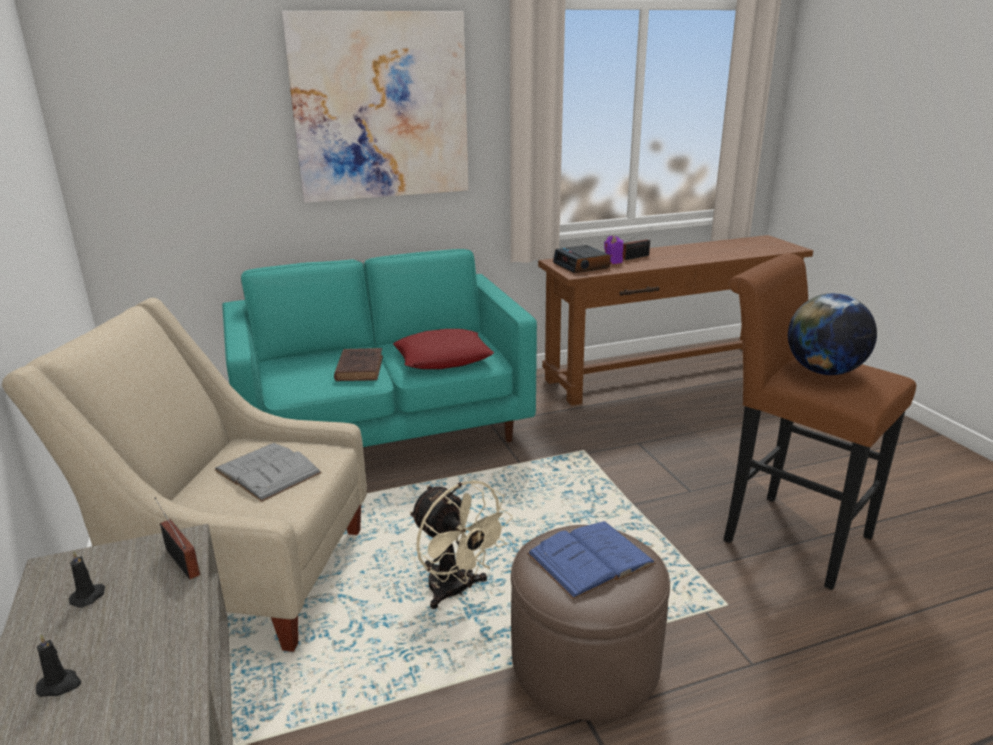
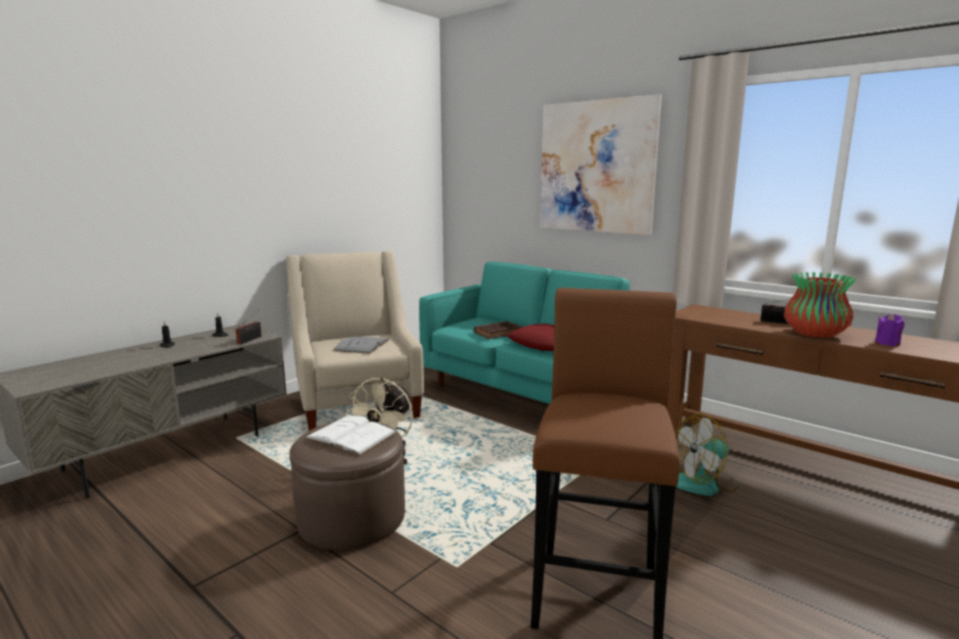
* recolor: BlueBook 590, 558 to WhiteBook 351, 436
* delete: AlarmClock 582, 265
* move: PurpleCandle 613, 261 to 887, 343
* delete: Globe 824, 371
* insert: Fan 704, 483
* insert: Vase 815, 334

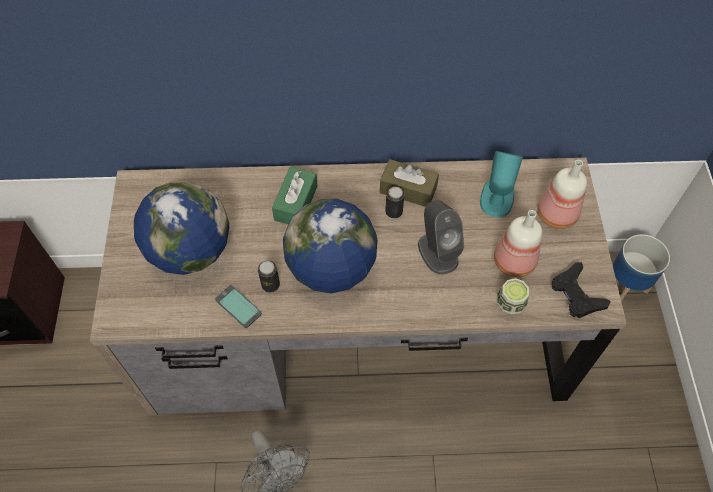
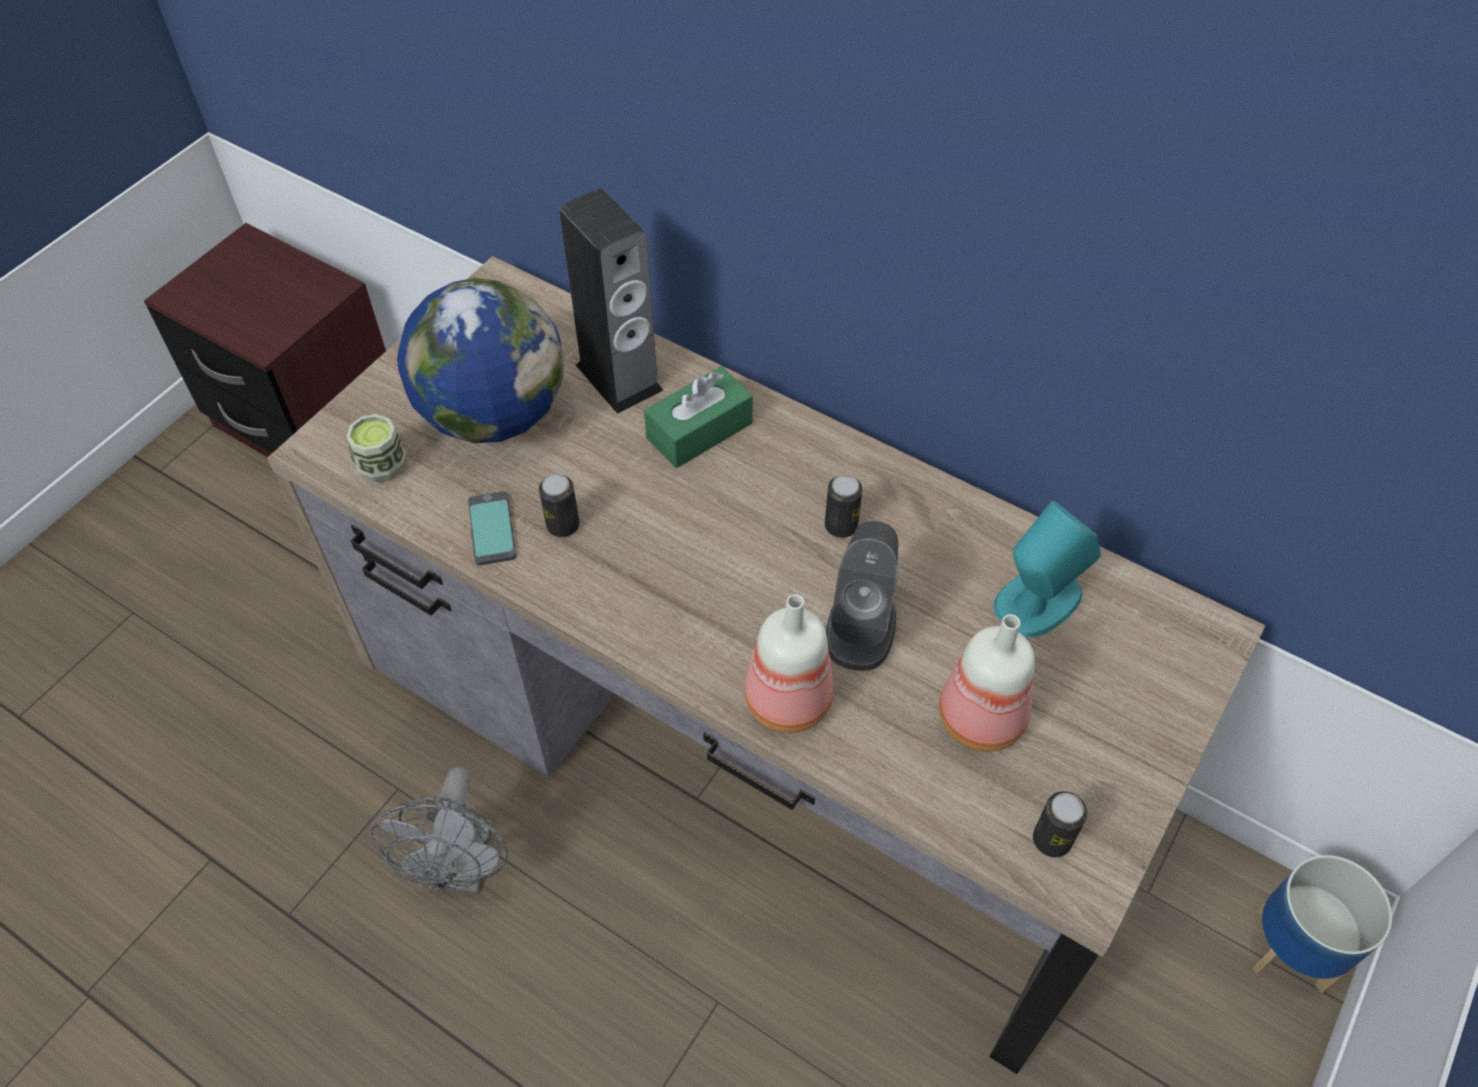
* delete: Globe 331, 269
* delete: BrownTissueBox 408, 190
* move: Cup 510, 304 to 382, 466
* move: Bottle 557, 216 to 787, 703
* replace: BlackGameController 576, 294 to Can 1051, 840
* insert: Speaker 619, 377

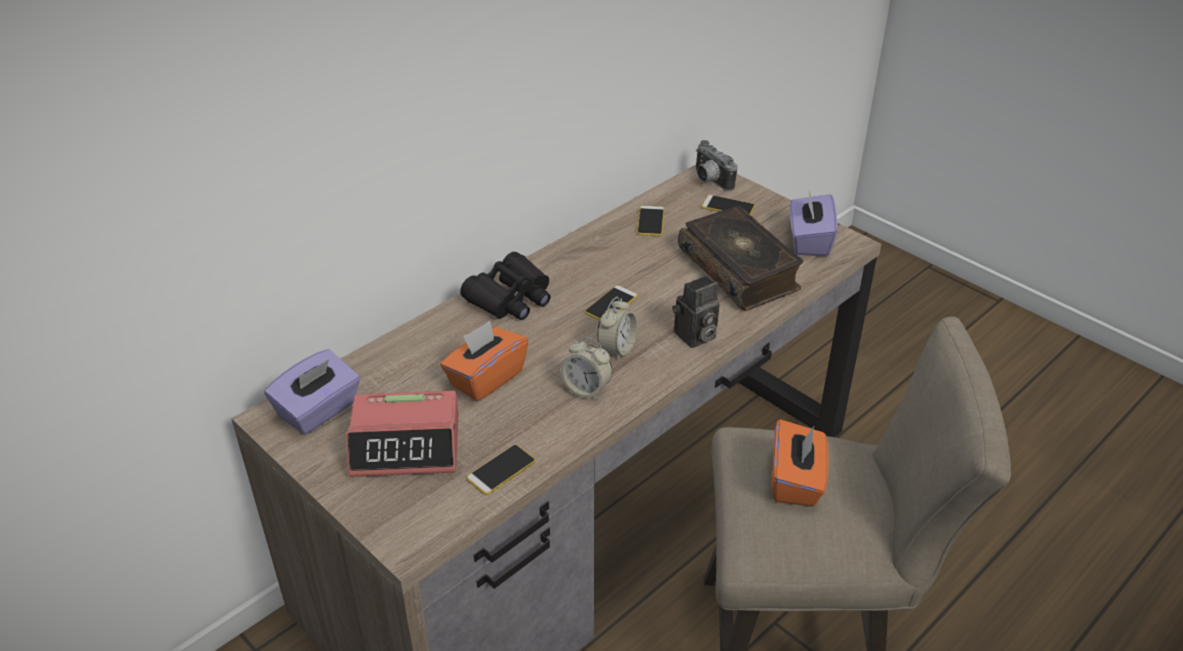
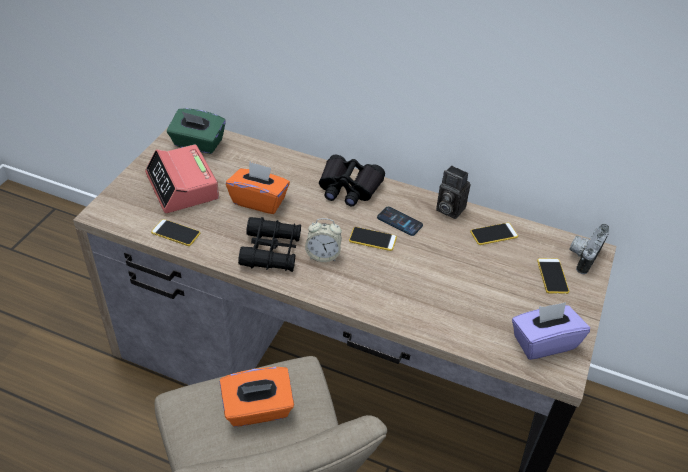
* recolor: PurpleTissueBox 319, 411 to GreenTissueBox 198, 144
* replace: AlarmClock 586, 389 to BlackBinoculars 271, 251
* move: PhotoCamera 694, 337 to 448, 209
* delete: Book 740, 270
* insert: Phone 399, 222

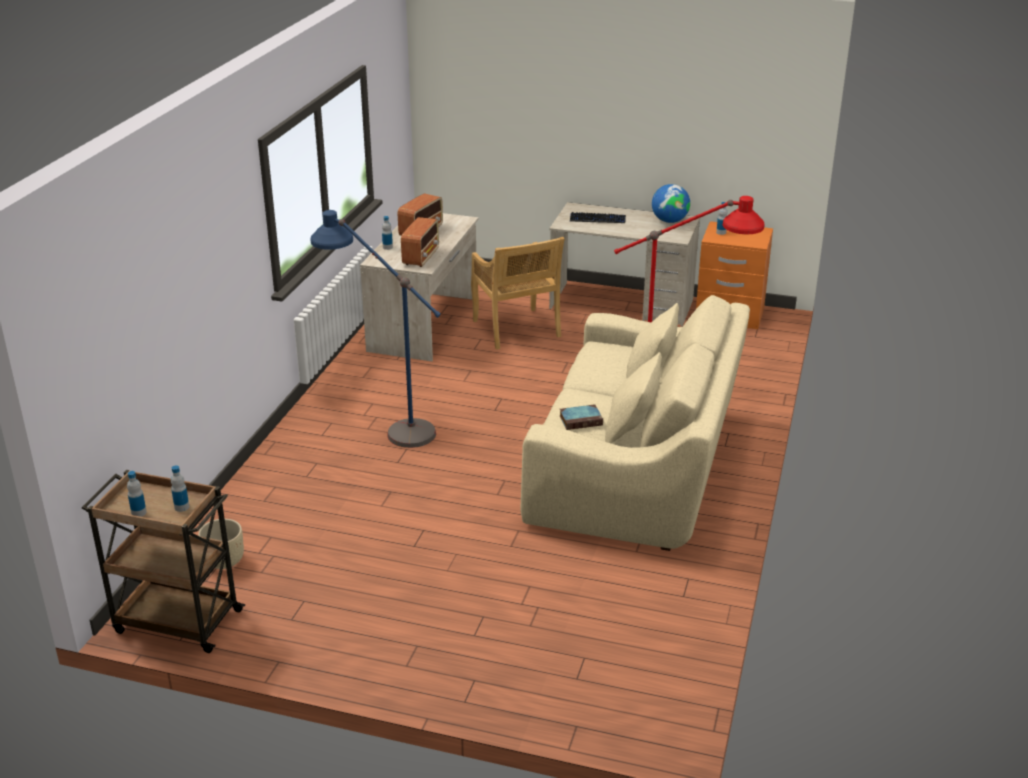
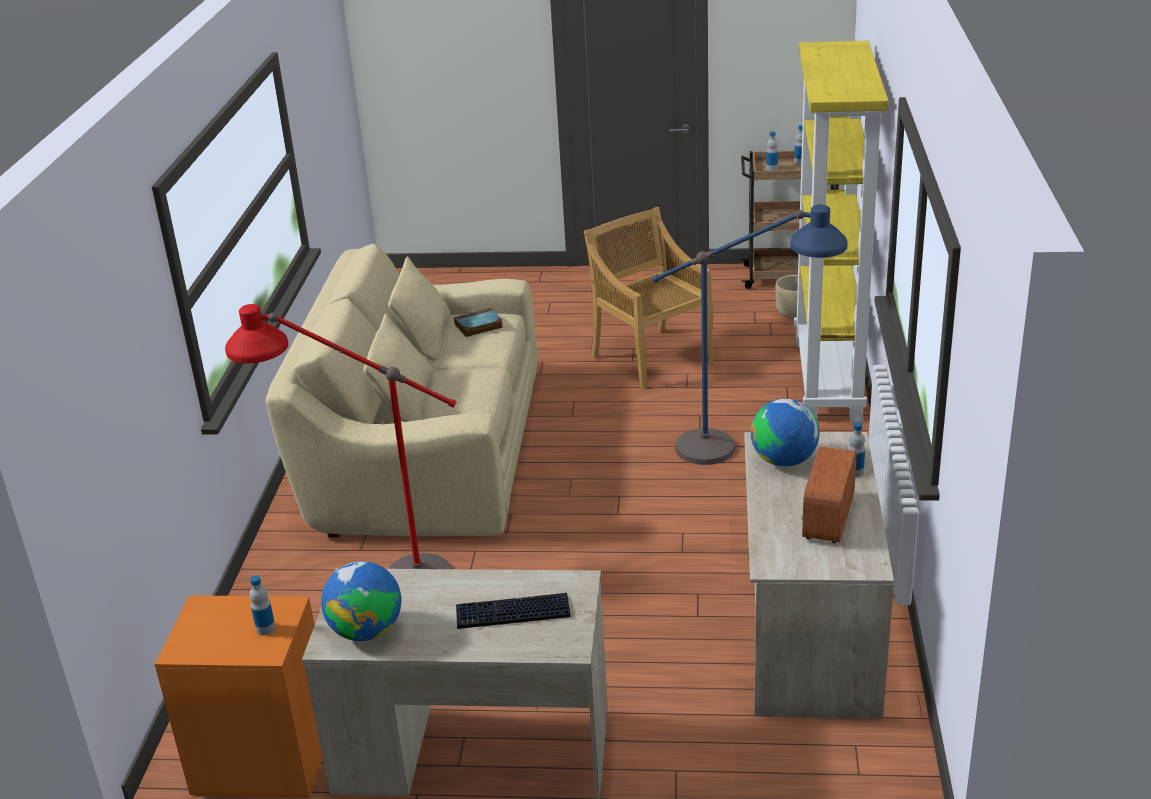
* replace: Radio 421, 257 to Globe 784, 461
* move: BeigeChair 516, 330 to 650, 357
* insert: YellowBookcase 829, 380

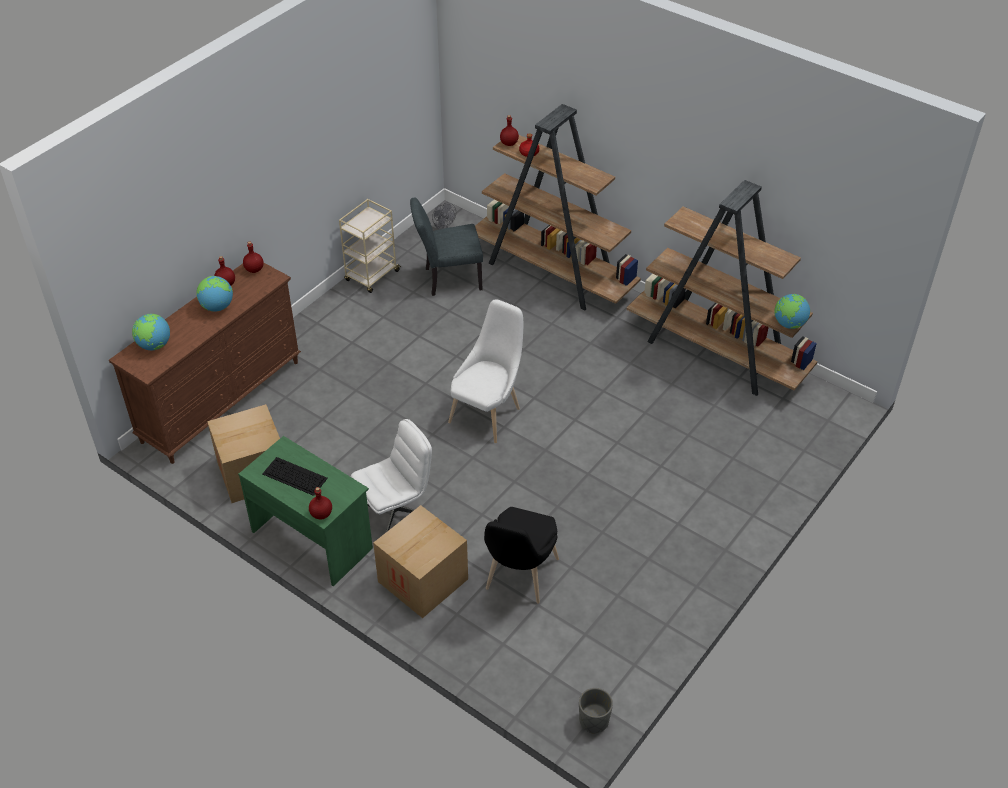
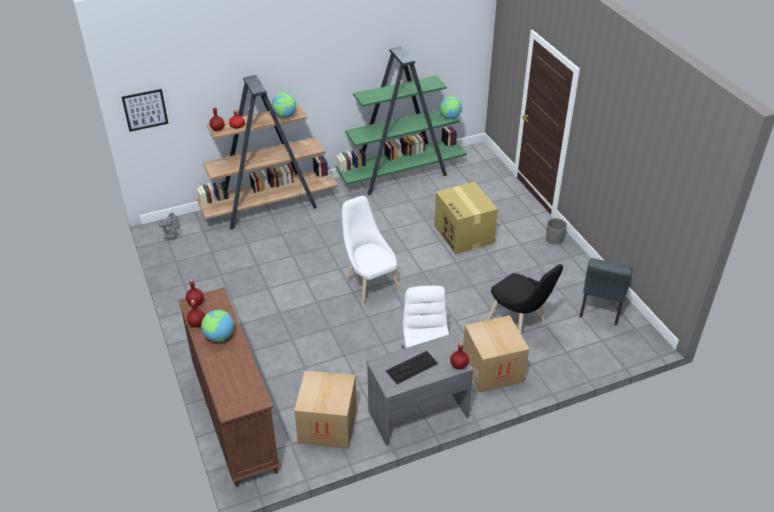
* move: Globe 154, 345 to 284, 116
* recolor: GreenDesk 312, 539 to GreyDesk 417, 413
* delete: BeigeCart 372, 276
* move: GreyChair 448, 279 to 600, 310
* move: GreyPlanter 593, 720 to 554, 239
* recolor: BrownBookcase 717, 354 to GreenBookcase 401, 174
* insert: Picture 145, 110
* insert: CardboardBox 464, 234

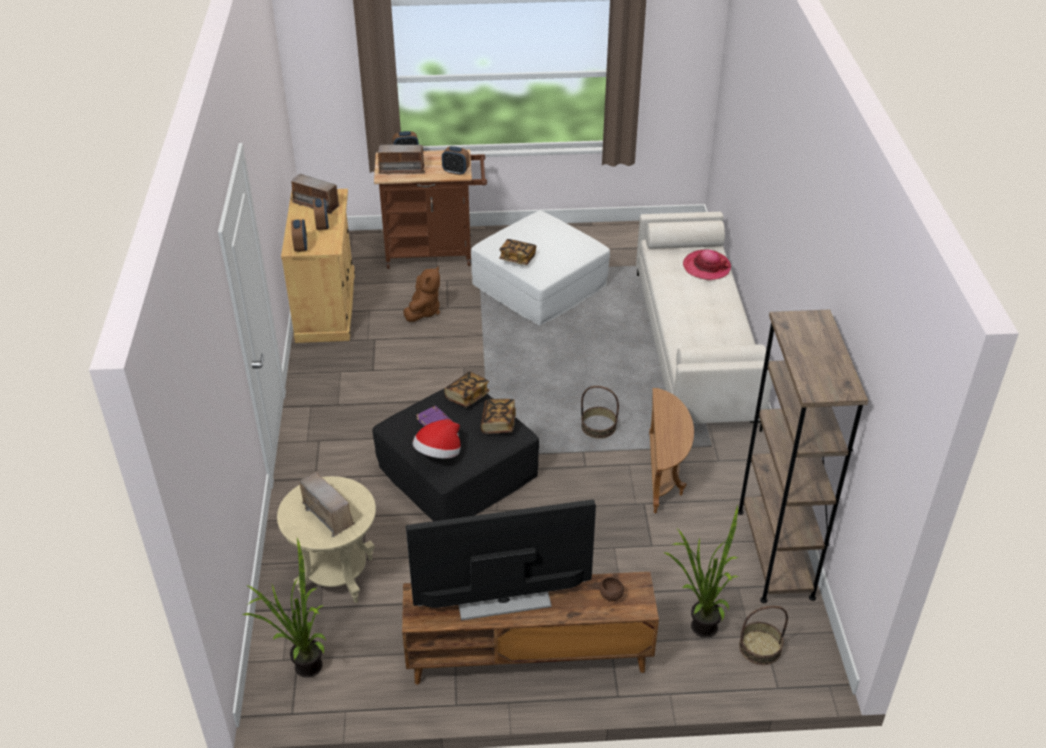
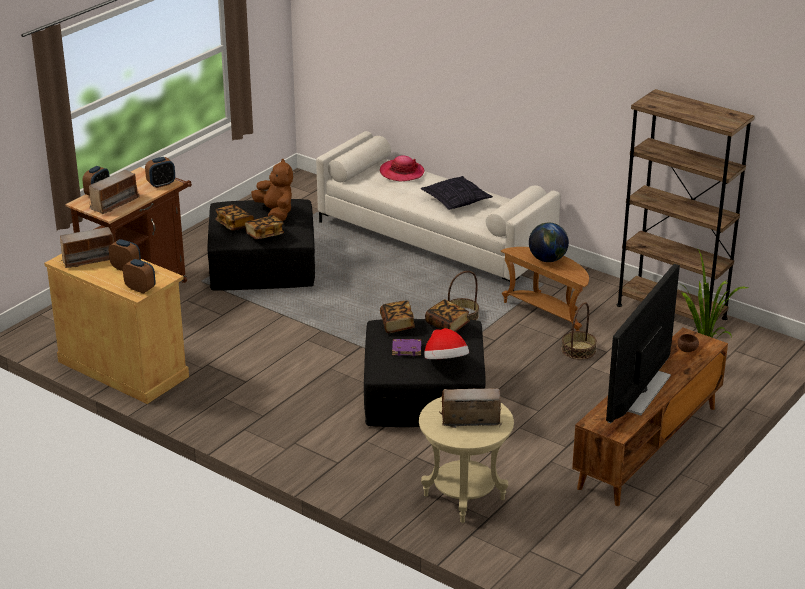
* delete: PottedPlant 302, 669
* move: BrownPlushToy 423, 311 to 276, 213
* recolor: WhiteOttoman 540, 285 to BlackOttoman 263, 264
* move: Basket 760, 647 to 578, 350
* insert: Book 234, 225
* insert: Pillow 455, 201
* insert: Globe 547, 259

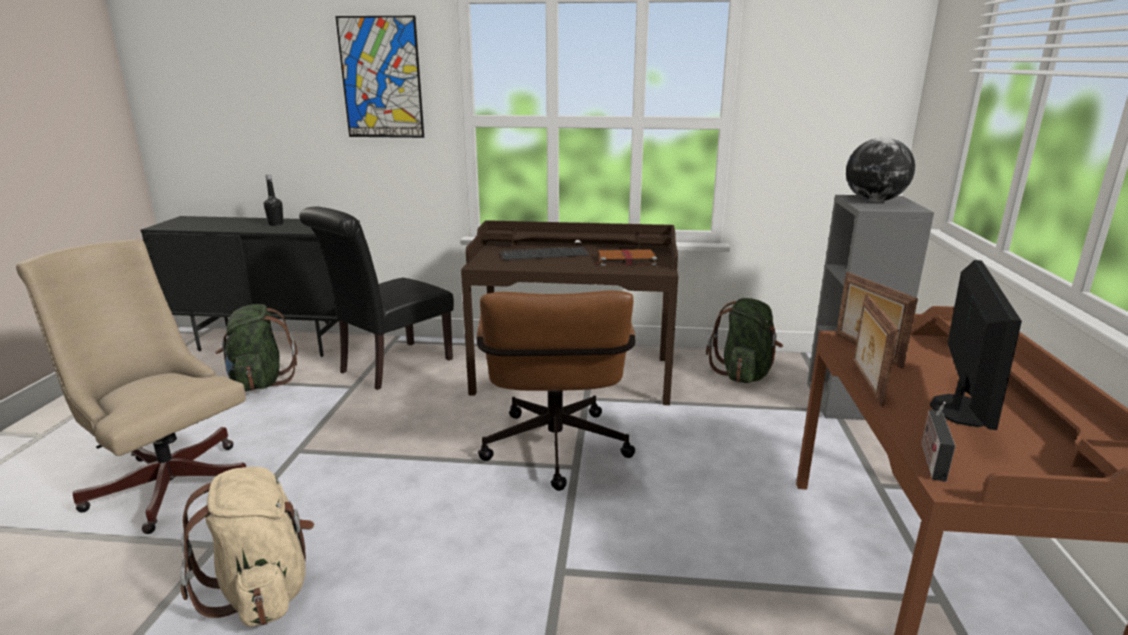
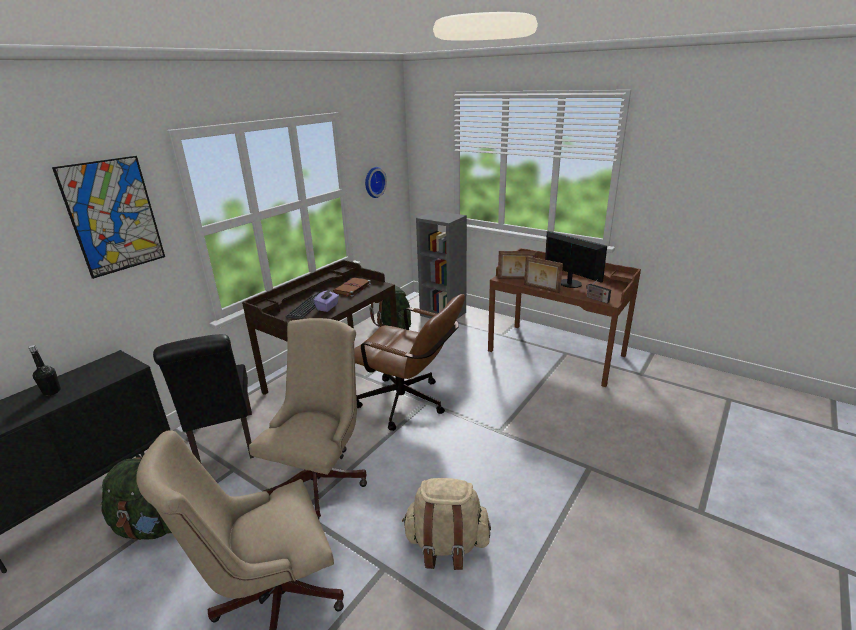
* delete: Globe 874, 201
* insert: BeigeOfficeChair 321, 477
* insert: PurpleTissueBox 327, 307
* insert: WallClock 373, 182

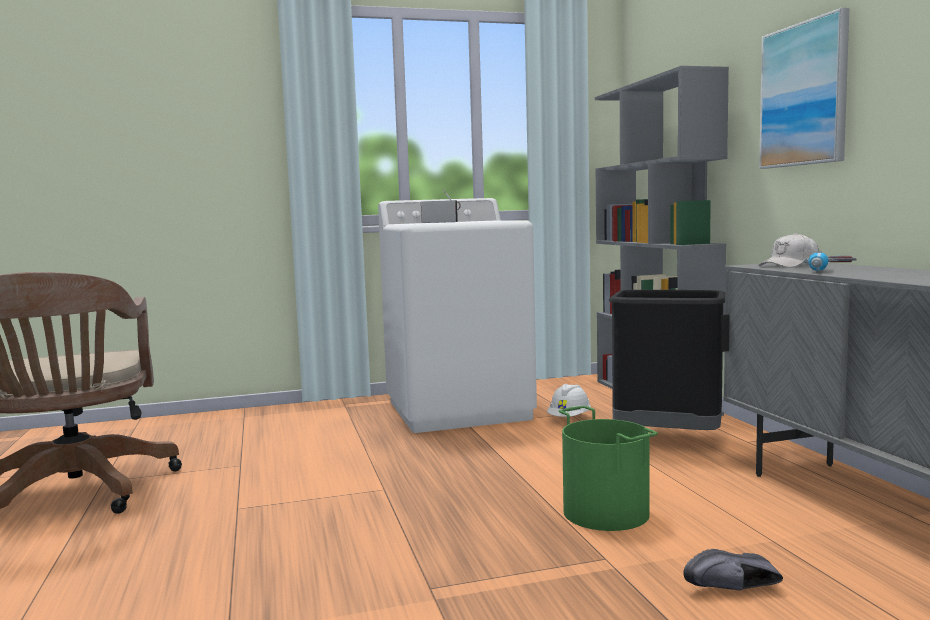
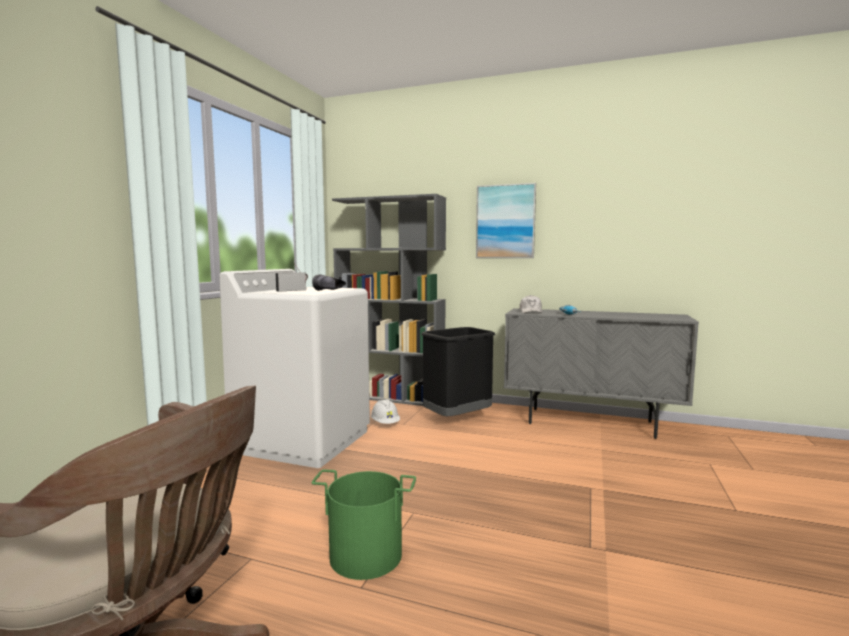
* move: GreenBucket 607, 512 to 366, 554
* move: BlackShoe 735, 590 to 330, 290

